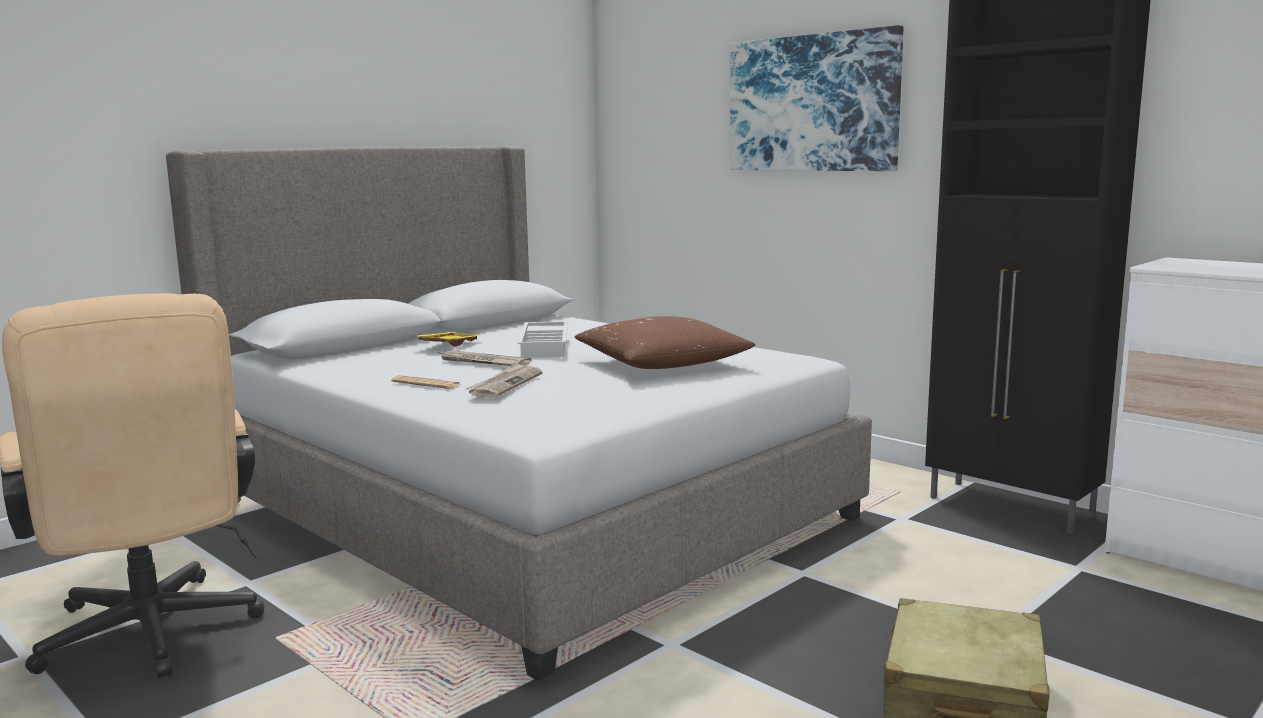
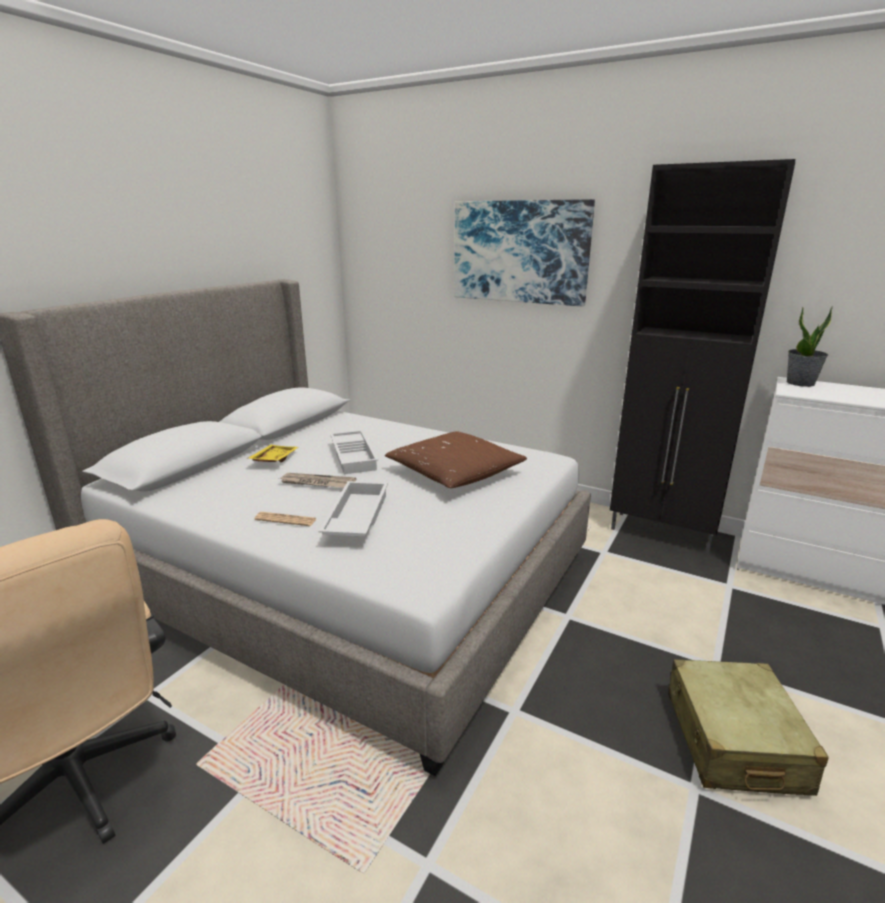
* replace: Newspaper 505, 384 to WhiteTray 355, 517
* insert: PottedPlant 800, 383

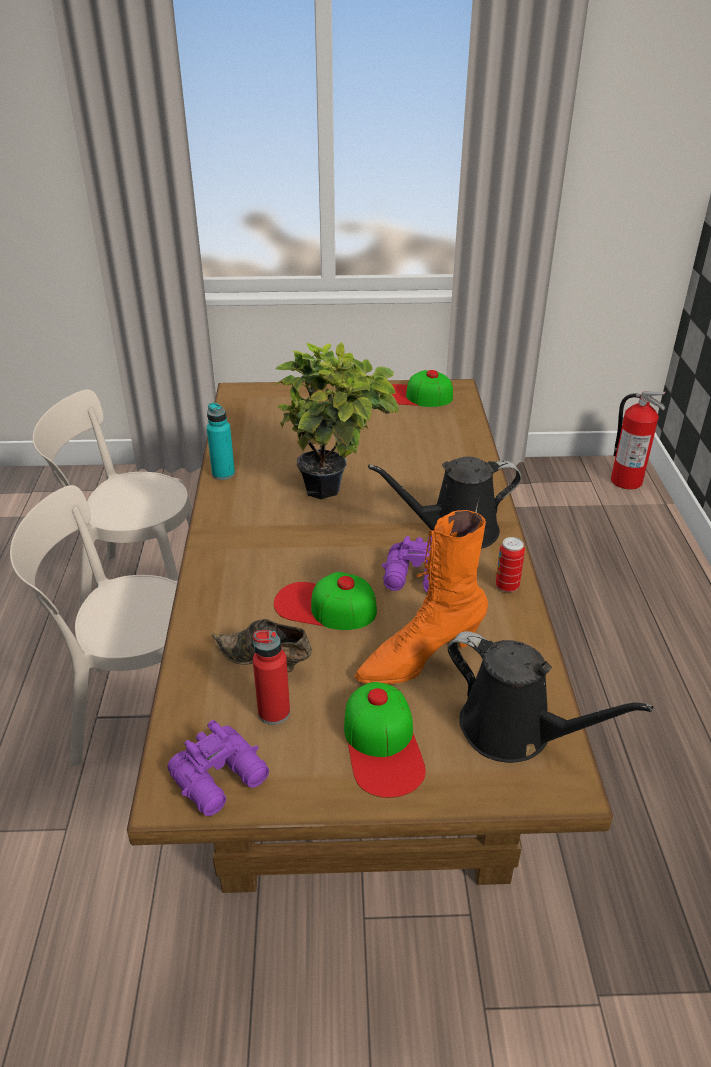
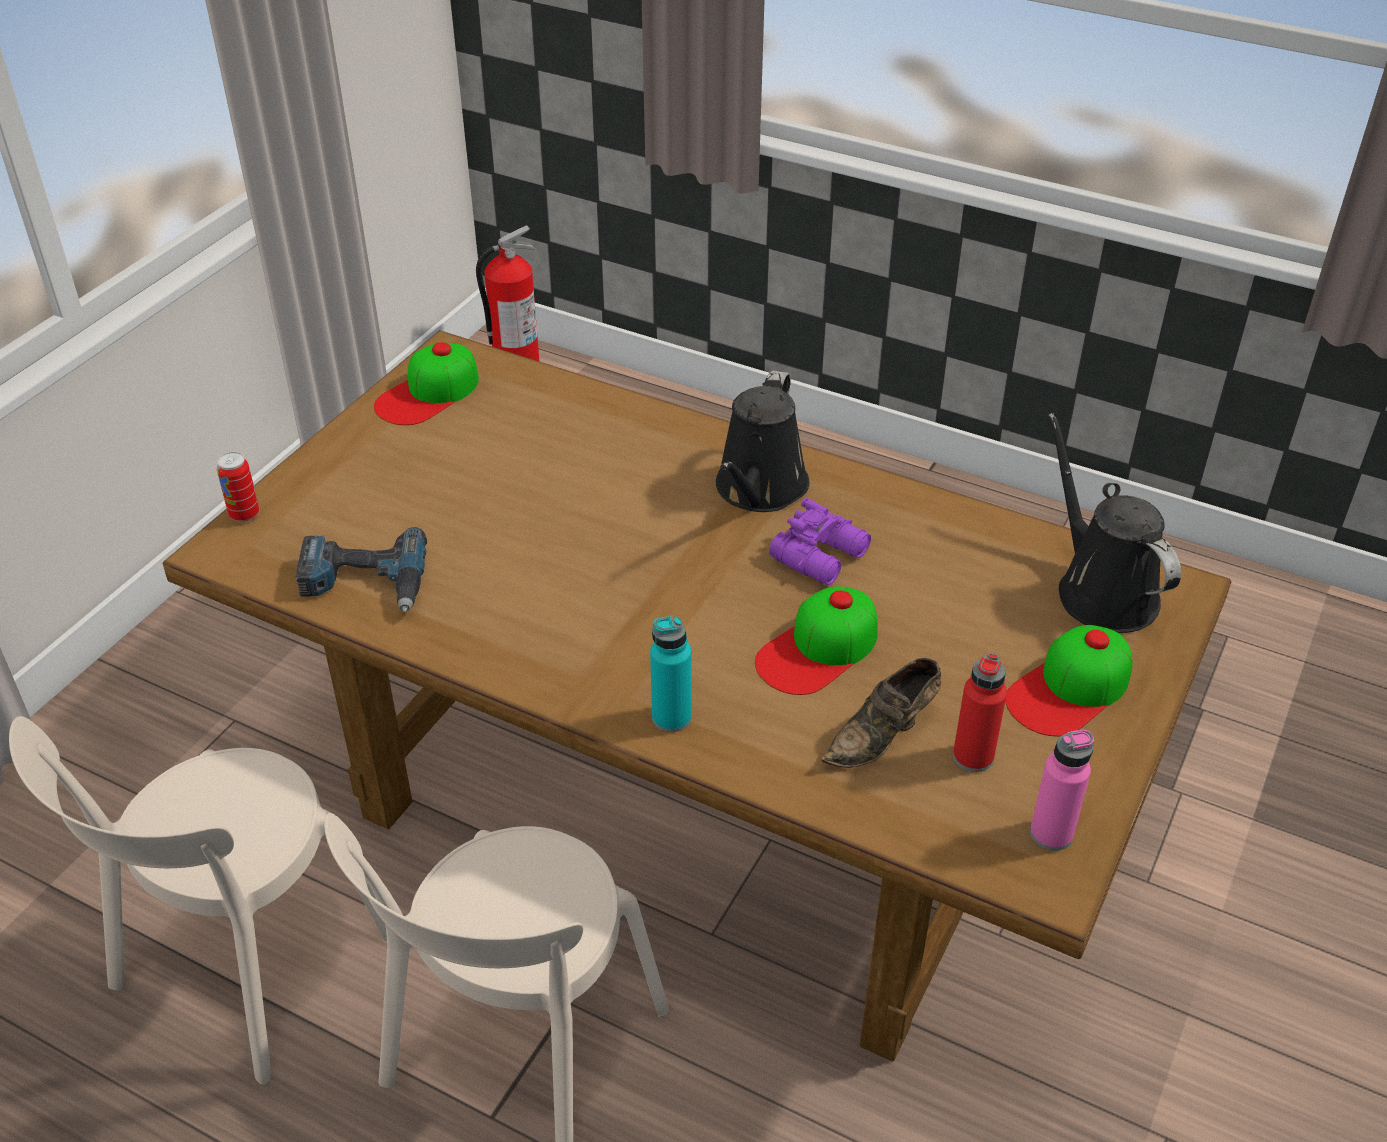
* replace: PurpleBinoculars 222, 778 to PinkBottle 1051, 834
* move: TurquoiseBottle 223, 474 to 671, 718
* delete: PottedPlant 333, 491
* rotate: Cap 383, 745 = 1069, 689 120 degrees clockwise
* delete: OrangeBoot 419, 658
* rotate: BlackWateringCan 514, 731 = 1101, 590 90 degrees counterclockwise
* move: Can 507, 586 to 244, 514
* insert: PowerDrill 364, 583

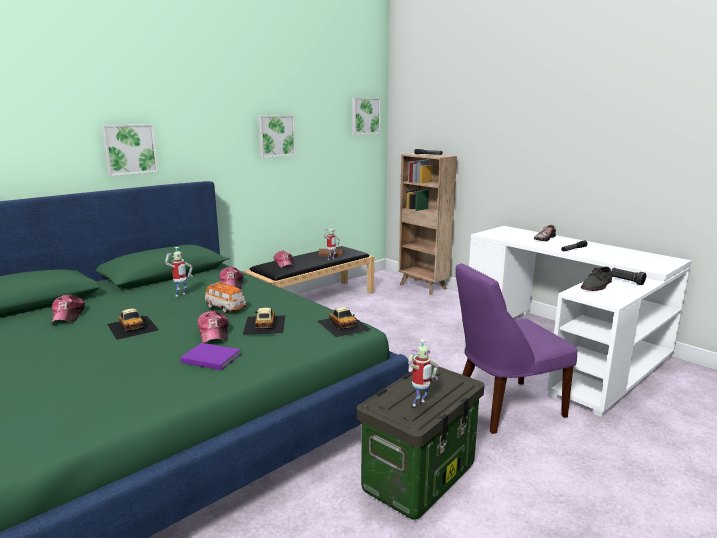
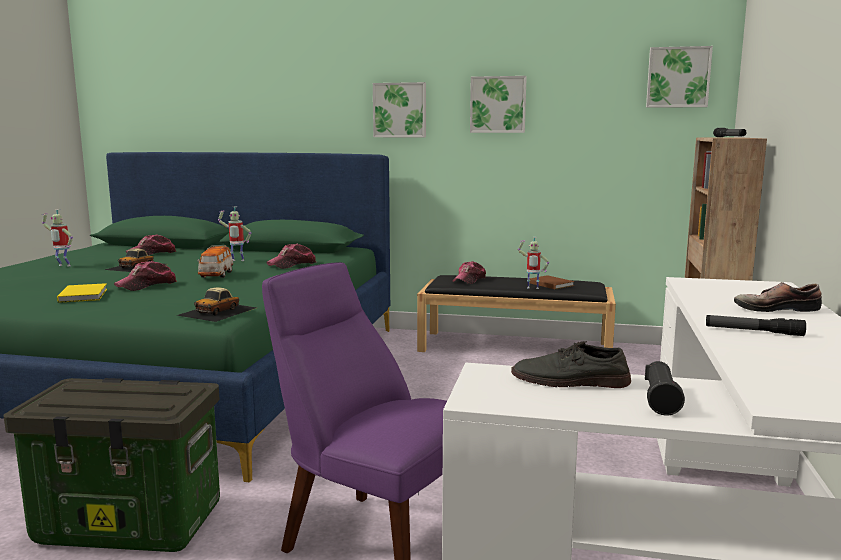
* move: Picture 129, 149 to 400, 110
* recolor: PurpleBook 210, 358 to YellowBook 84, 295
* delete: ToyCar 264, 324
* move: ToyRobot 420, 404 to 62, 266

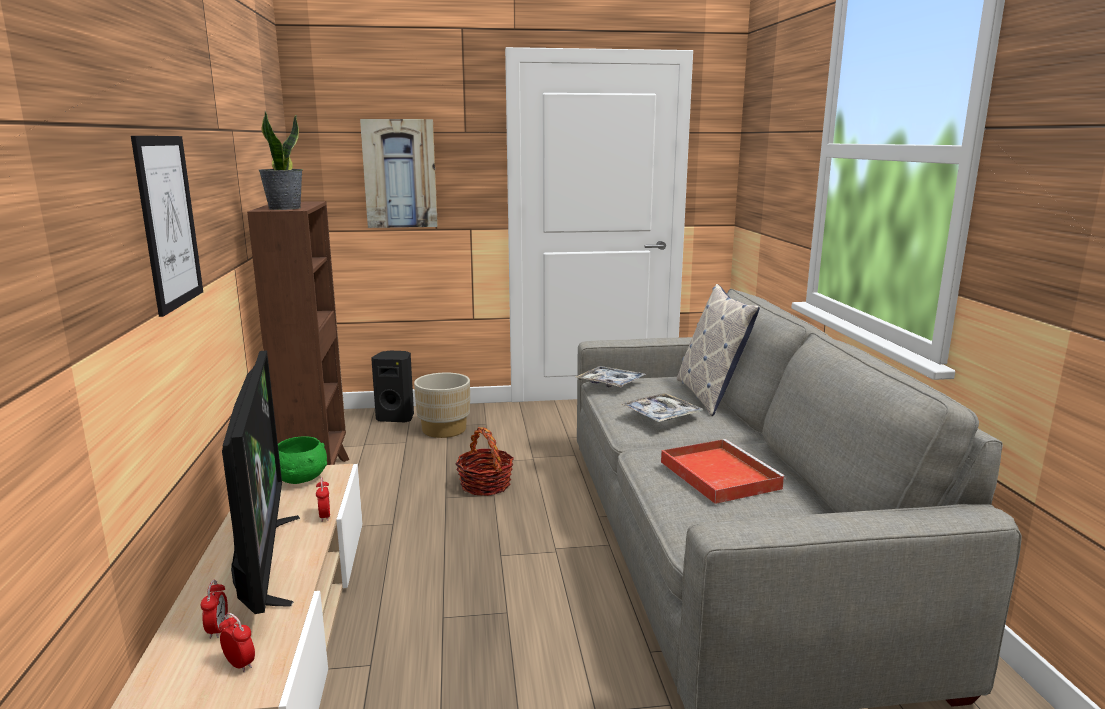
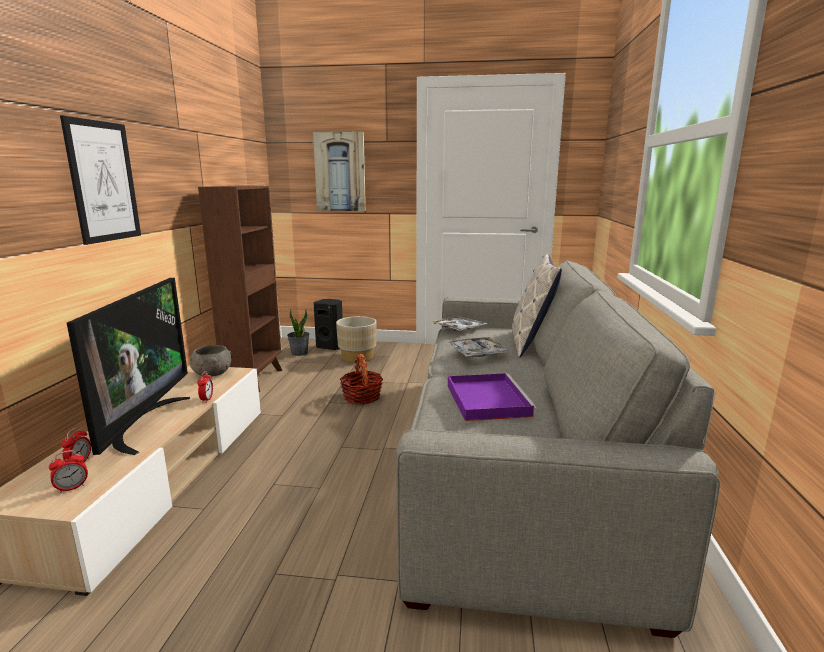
* rotate: AlarmClock 239, 664 = 72, 488 90 degrees clockwise
* move: PottedPlant 284, 208 to 299, 353
* recolor: GreenBowl 300, 479 to GreyBowl 212, 374
* recolor: RedTray 717, 474 to PurpleTray 486, 399

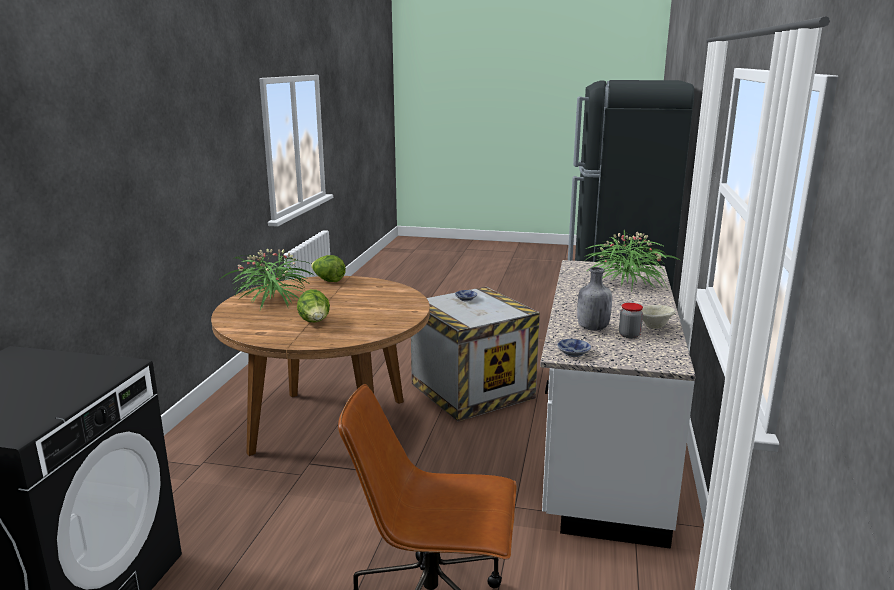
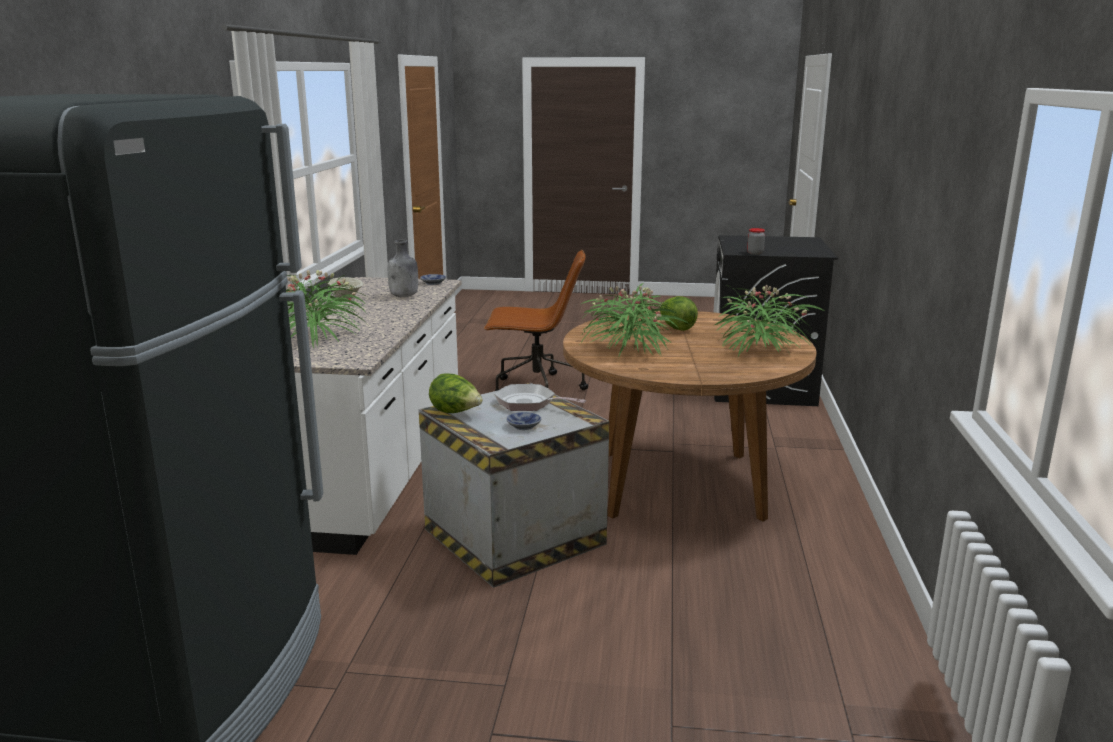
* move: Lettuce 328, 280 to 456, 413
* move: Jar 629, 335 to 755, 253
* insert: FryingPan 529, 403
* insert: PottedPlant 629, 347

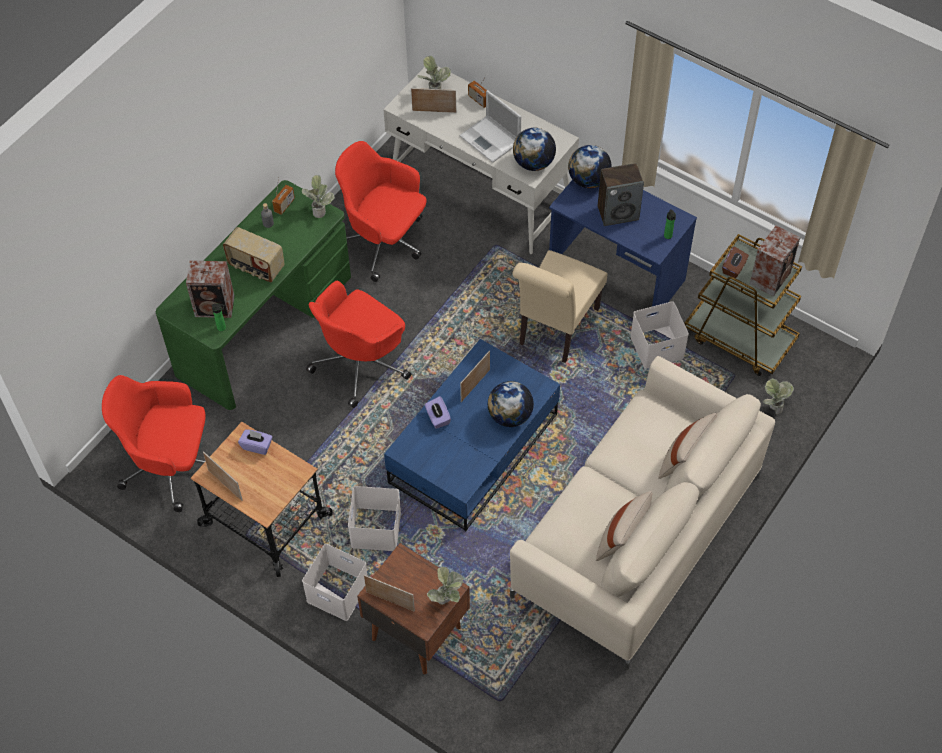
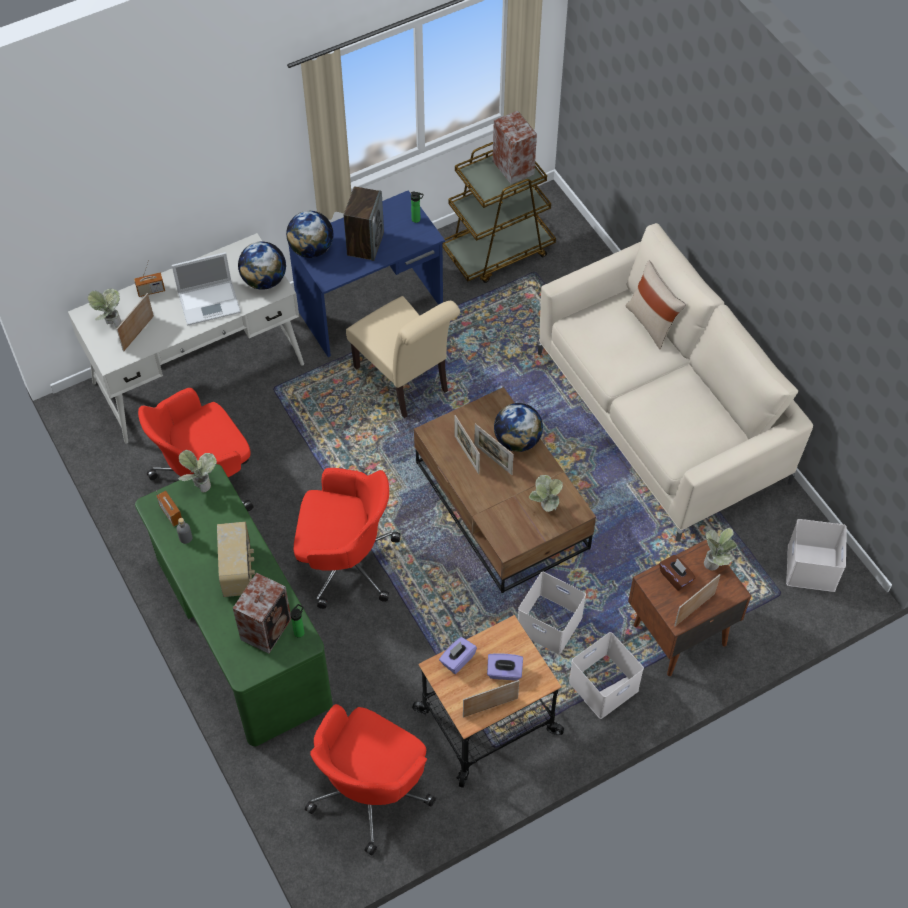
* rotate: Radio 256, 267 = 238, 571 60 degrees counterclockwise
* rotate: RedOfficeChair 361, 363 = 345, 562 60 degrees counterclockwise
* recolor: BlueCoffeeTable 473, 450 to BrownCoffeeTable 503, 506
* move: PurpleTissueBox 437, 418 to 504, 672
* delete: BeigePillow 622, 541
* move: WhiteStorageBox 656, 348 to 812, 568
* move: BrownTissueBox 734, 268 to 676, 577
* move: PottedPlant 772, 407 to 545, 508
* insert: PictureFrame 493, 459

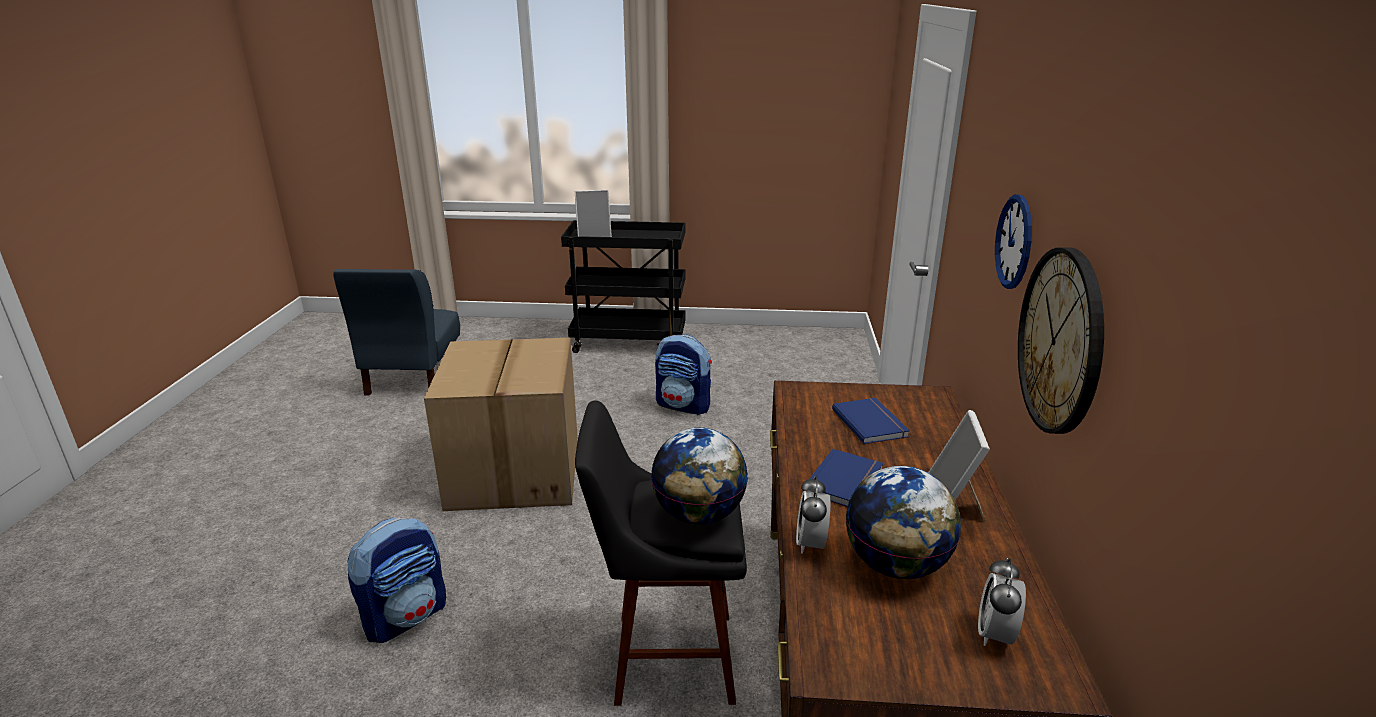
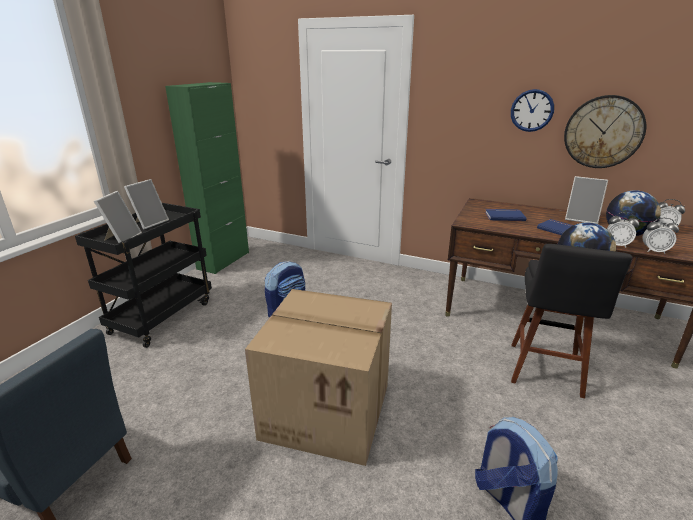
* insert: PictureFrame 150, 223
* insert: GreenCabinet 223, 260
* insert: AlarmClock 654, 251

